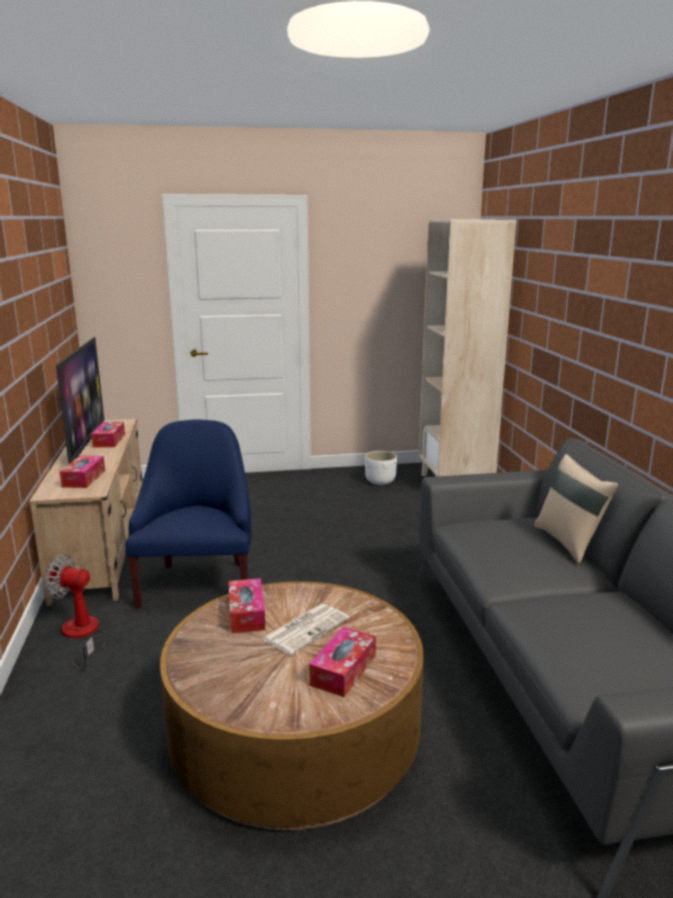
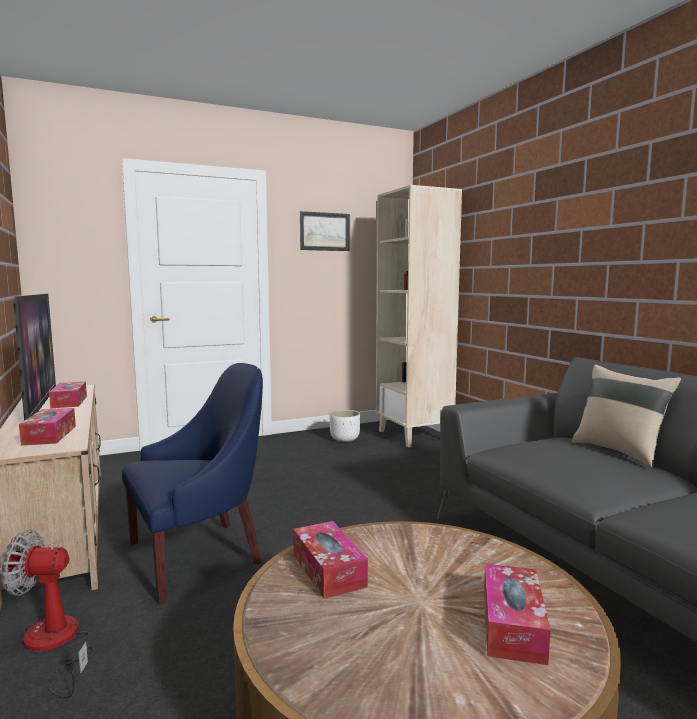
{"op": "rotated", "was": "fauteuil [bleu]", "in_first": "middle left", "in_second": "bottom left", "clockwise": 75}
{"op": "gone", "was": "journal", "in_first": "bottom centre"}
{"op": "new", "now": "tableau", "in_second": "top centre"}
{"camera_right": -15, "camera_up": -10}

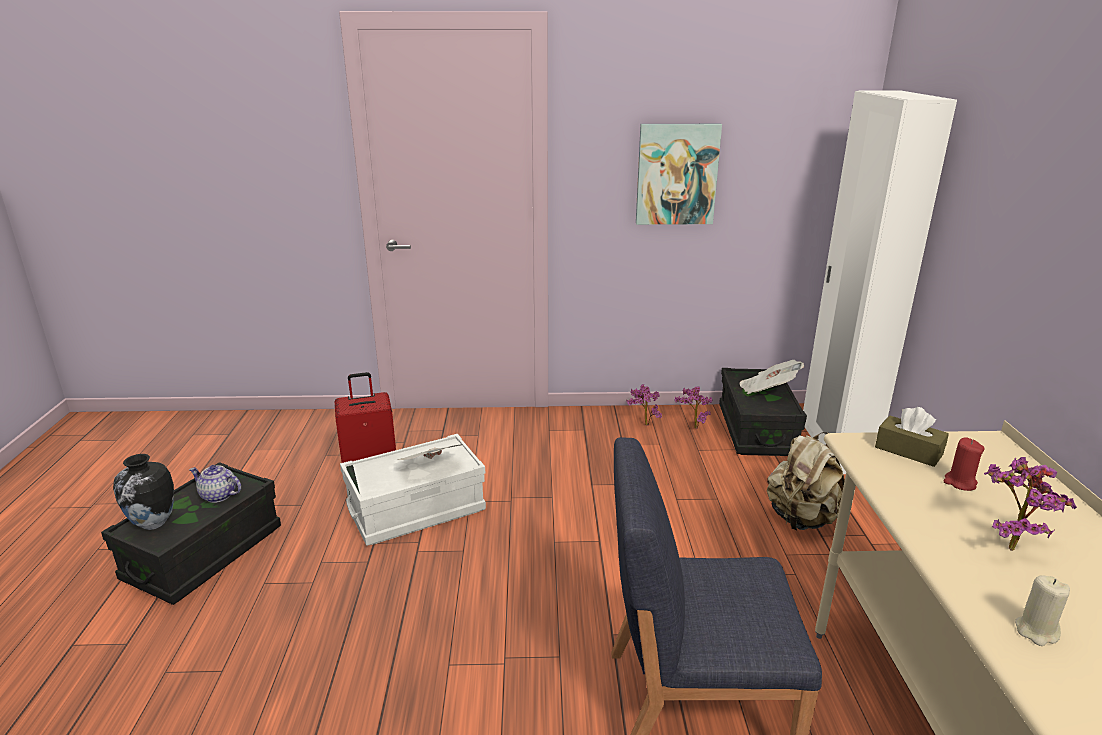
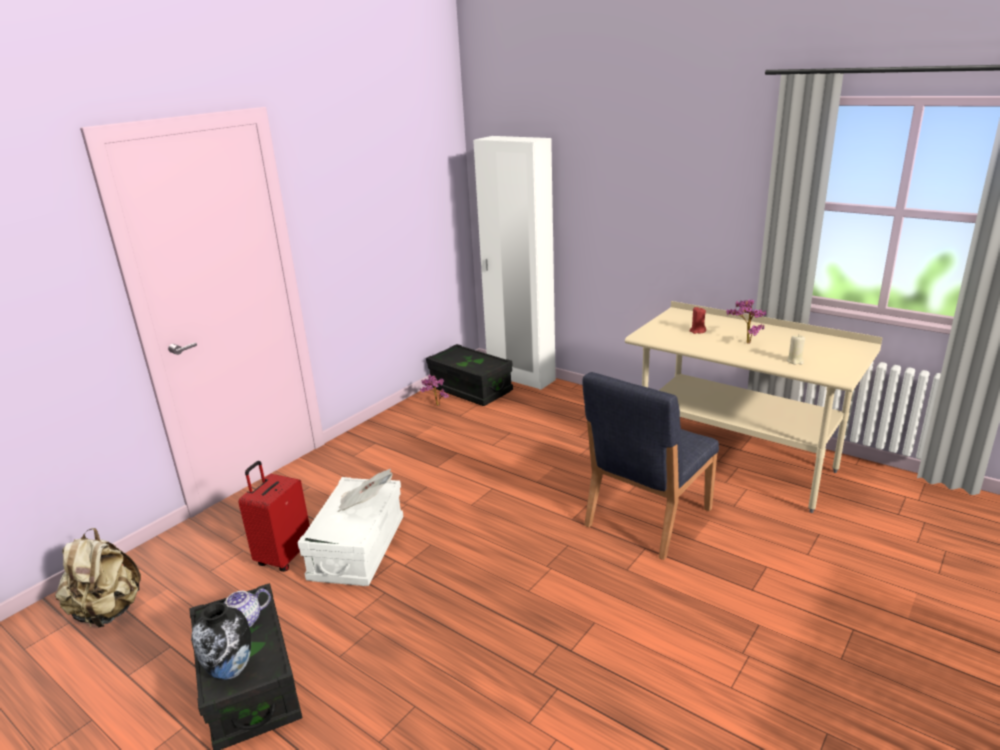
{"op": "gone", "was": "tableau", "in_first": "top centre"}
{"op": "gone", "was": "journal (no. 2 from left)", "in_first": "middle right"}
{"op": "gone", "was": "plante en pot (no. 1 from left)", "in_first": "centre"}
{"op": "gone", "was": "boîte à mouchoirs [marron]", "in_first": "middle right"}
{"op": "shifted", "was": "sac à dos [beige]", "in_first": "middle right", "in_second": "bottom left"}
{"camera_right": -50, "camera_up": 0}

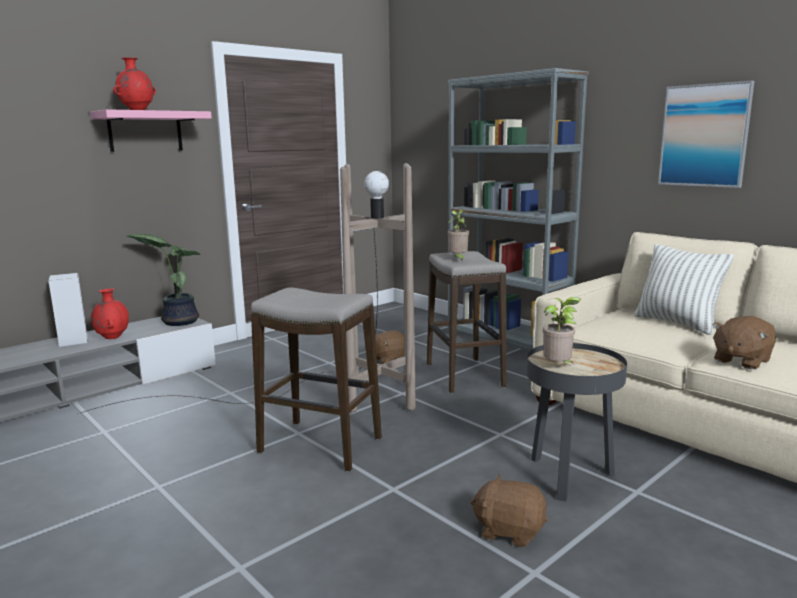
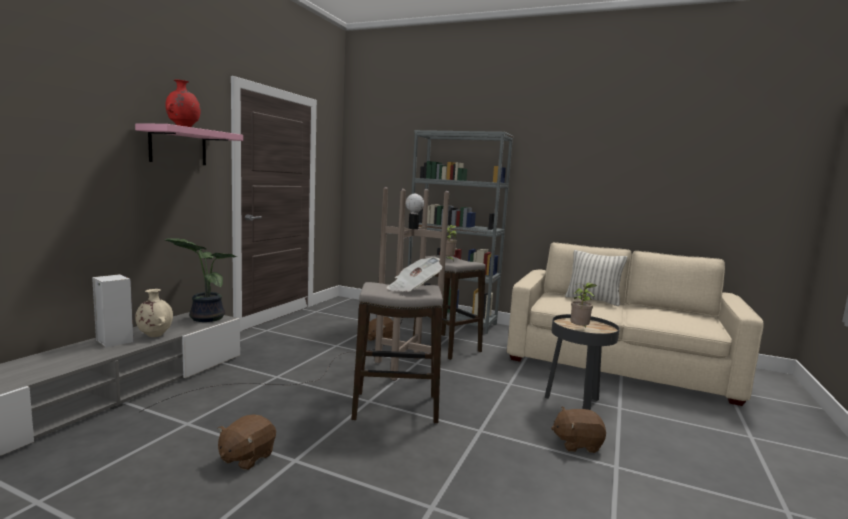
{"op": "gone", "was": "tableau", "in_first": "top right"}
{"op": "repainted", "was": "vase [rouge] (no. 1 from left)", "now": "vase [beige]", "in_first": "middle left", "in_second": "middle left"}
{"op": "shifted", "was": "peluche [marron] (no. 3 from left in the first image)", "now": "peluche [marron] (no. 1 from left)", "in_first": "middle right", "in_second": "bottom left"}
{"op": "new", "now": "journal", "in_second": "centre"}
{"camera_right": -25, "camera_up": -5}

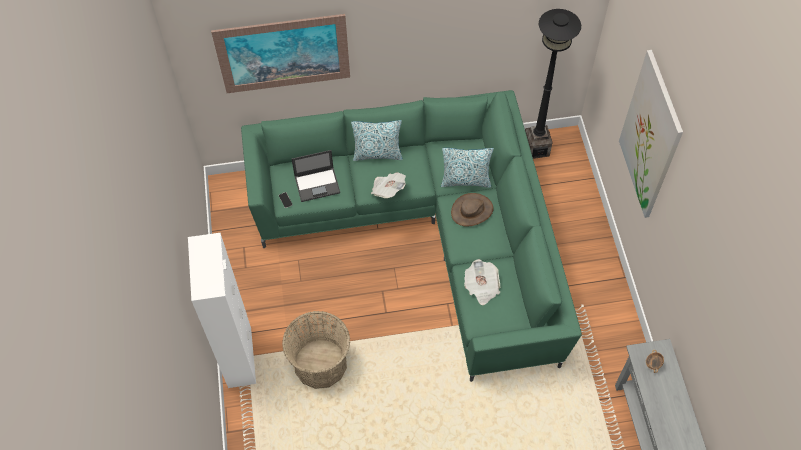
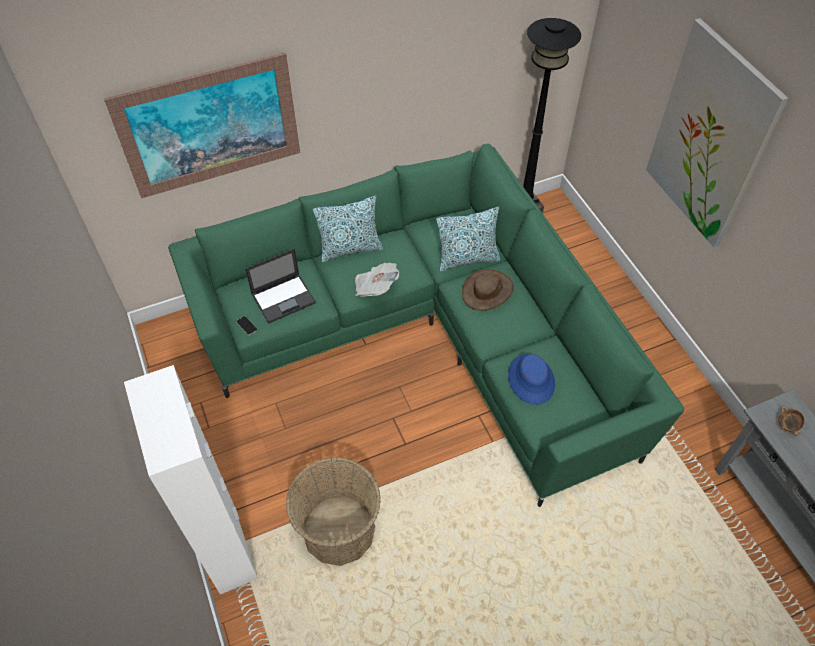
{"op": "swapped", "was": "journal (no. 2 from left)", "now": "chapeau [bleu]", "in_first": "centre", "in_second": "centre"}
{"camera_right": -15, "camera_up": -5}

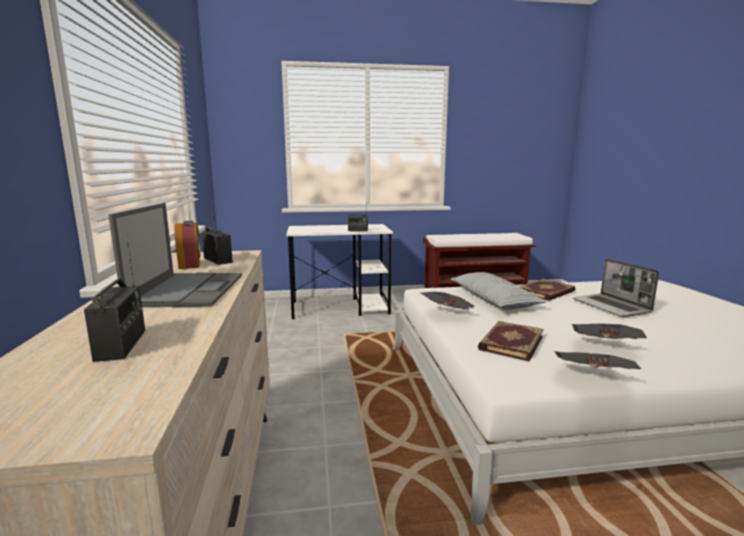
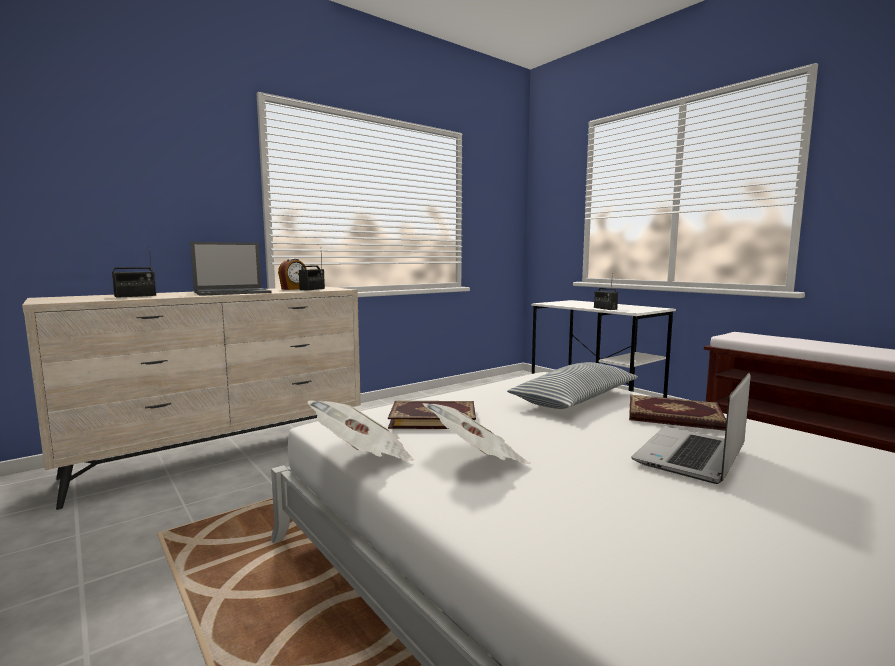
{"op": "gone", "was": "journal (no. 1 from left)", "in_first": "centre"}
{"camera_right": 60, "camera_up": -5}

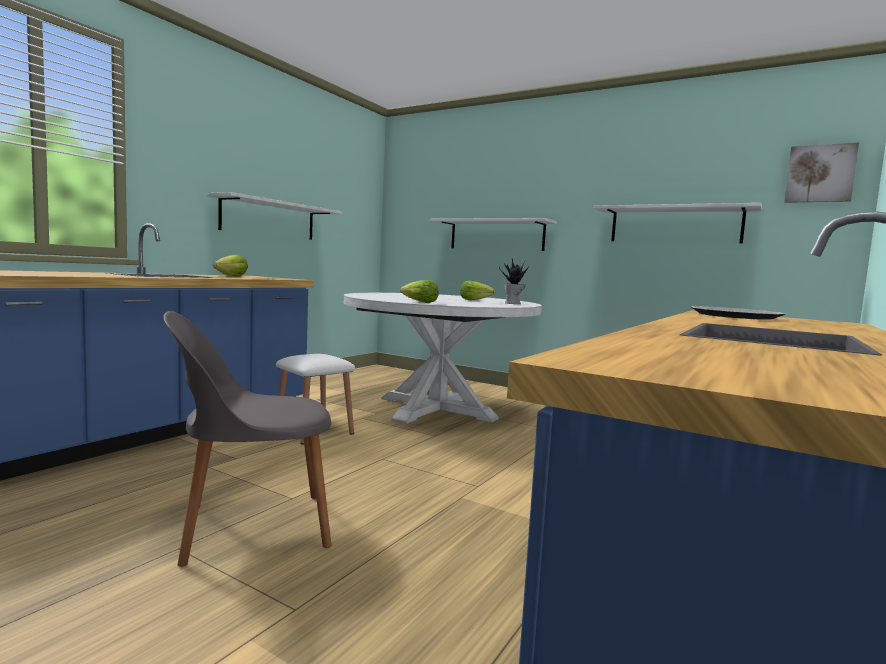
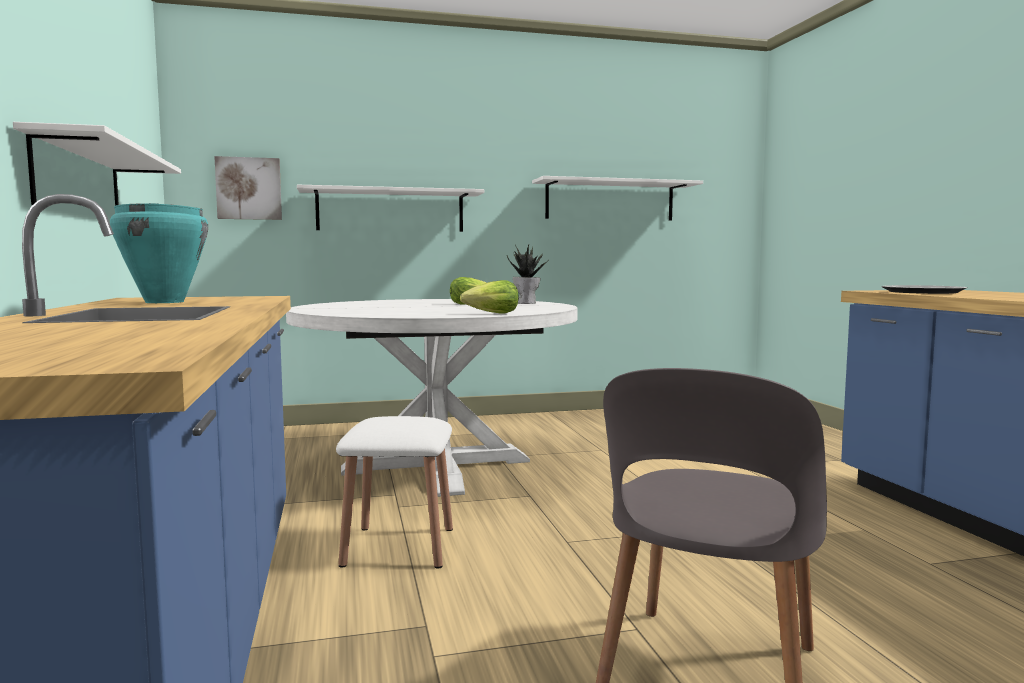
{"op": "shifted", "was": "tableau", "in_first": "top right", "in_second": "top left"}
{"op": "swapped", "was": "laitue (no. 1 from left)", "now": "marmite [turquoise]", "in_first": "middle left", "in_second": "middle left"}
{"camera_right": -45, "camera_up": 0}

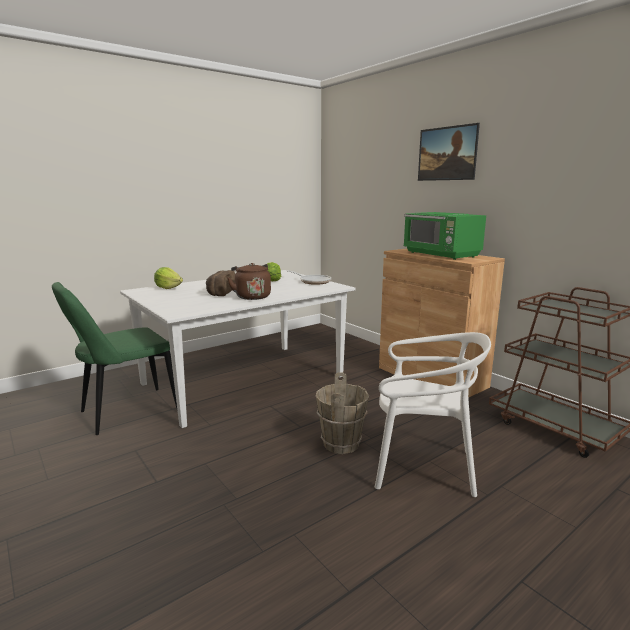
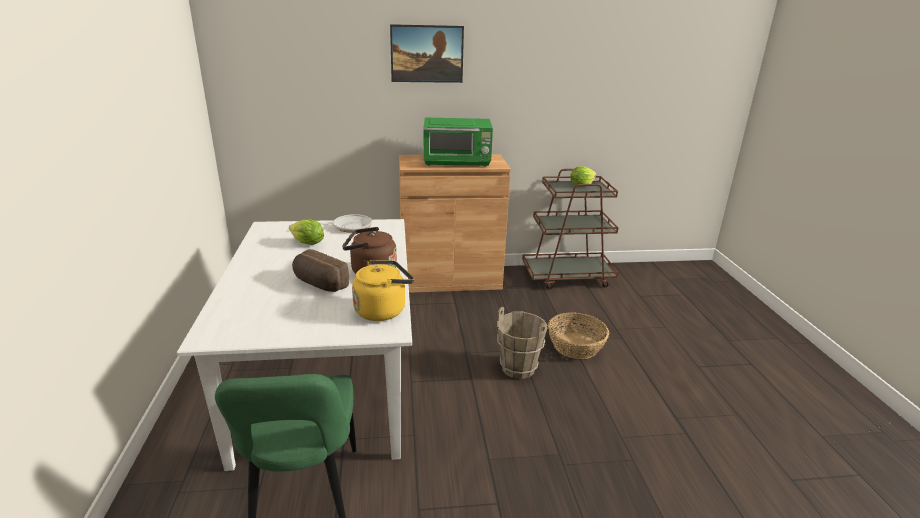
{"op": "shifted", "was": "laitue (no. 1 from left in the first image)", "now": "laitue (no. 2 from left)", "in_first": "middle left", "in_second": "centre"}
{"op": "swapped", "was": "chaise [blanc]", "now": "panier", "in_first": "middle right", "in_second": "centre"}
{"op": "new", "now": "bouilloire [jaune]", "in_second": "centre"}
{"camera_right": -60, "camera_up": 10}

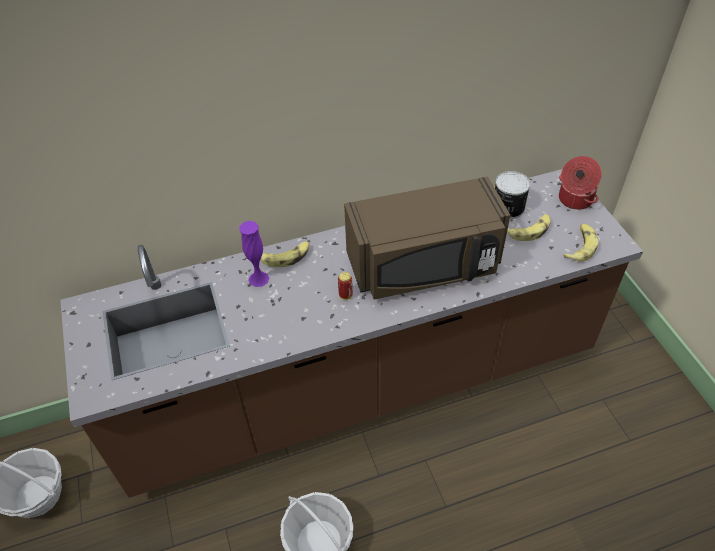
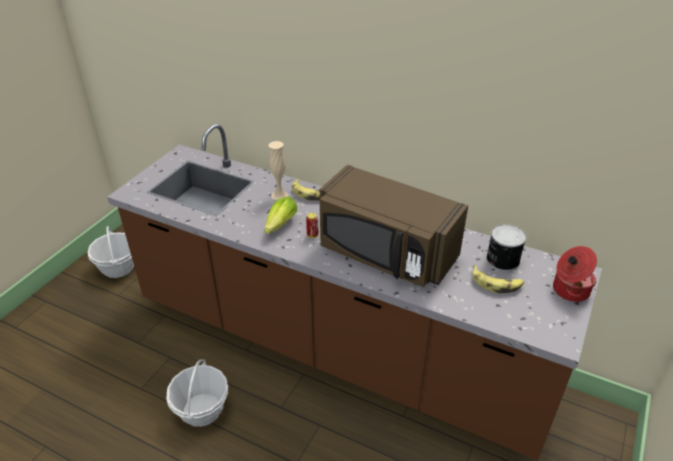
{"op": "repainted", "was": "vase [violet]", "now": "vase [beige]", "in_first": "centre", "in_second": "centre"}
{"op": "gone", "was": "banane (no. 3 from left)", "in_first": "middle right"}
{"op": "new", "now": "laitue", "in_second": "centre"}
{"camera_right": 45, "camera_up": -10}

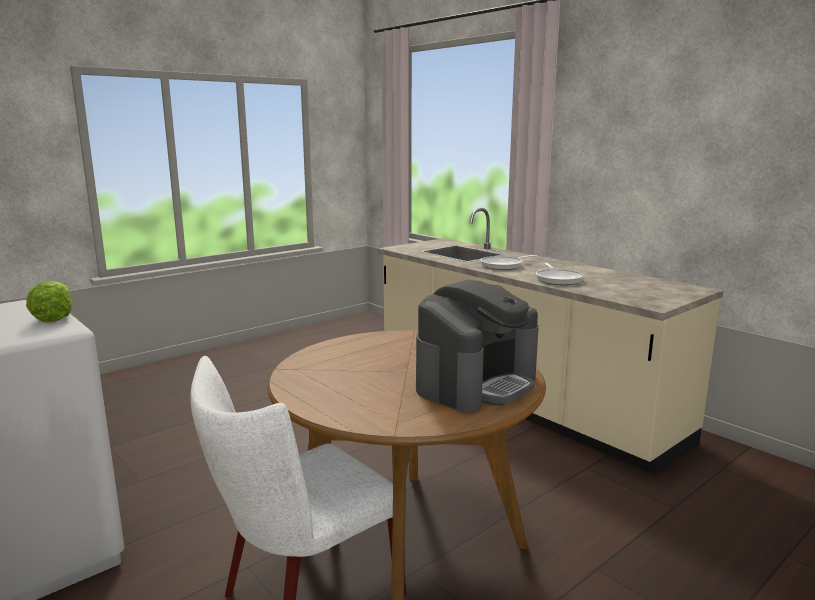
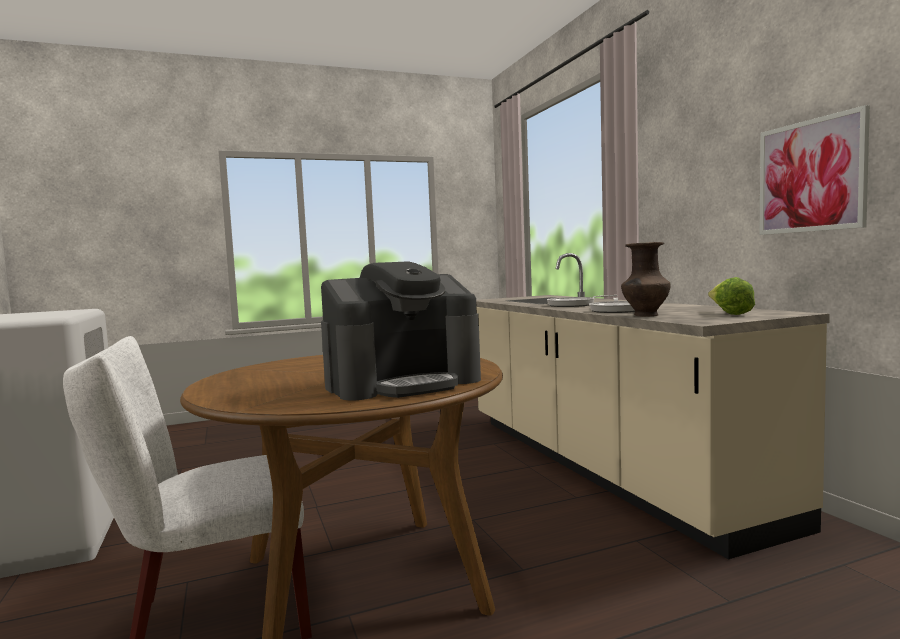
{"op": "shifted", "was": "laitue", "in_first": "middle left", "in_second": "middle right"}
{"op": "new", "now": "tableau", "in_second": "top right"}
{"op": "new", "now": "vase [marron]", "in_second": "middle right"}
{"camera_right": 20, "camera_up": -10}

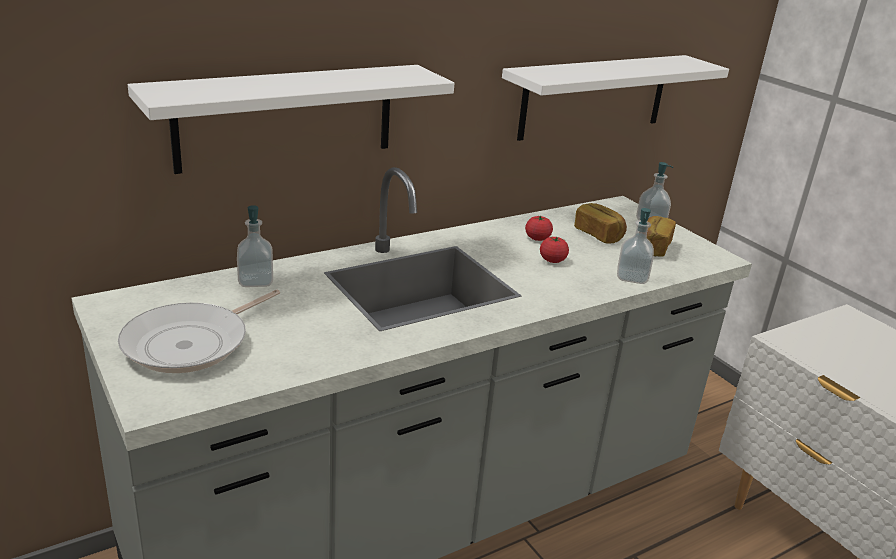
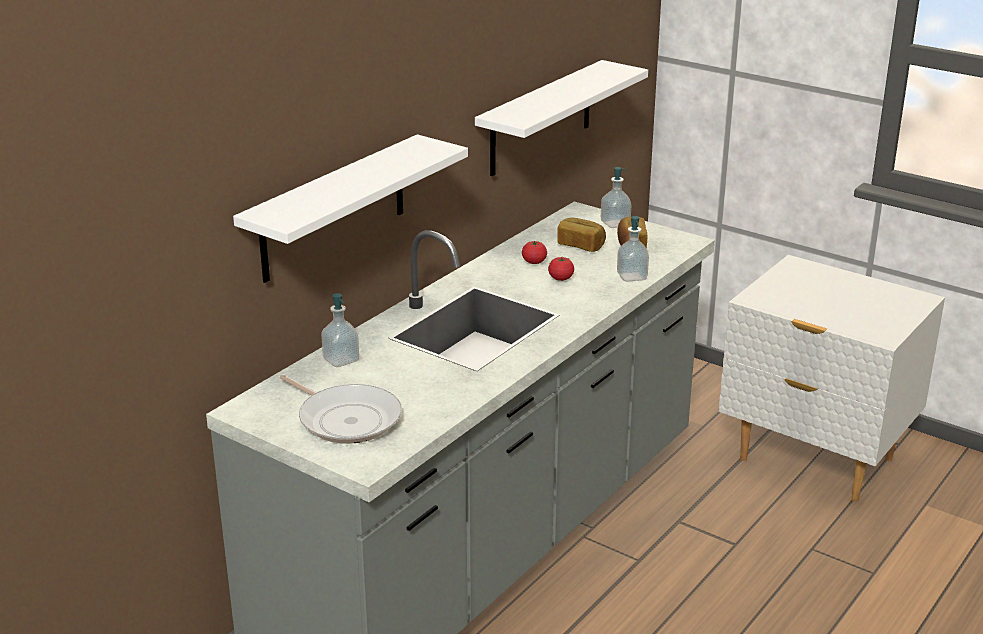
{"op": "rotated", "was": "poêle", "in_first": "middle left", "in_second": "centre", "clockwise": -60}
{"camera_right": -20, "camera_up": 0}

